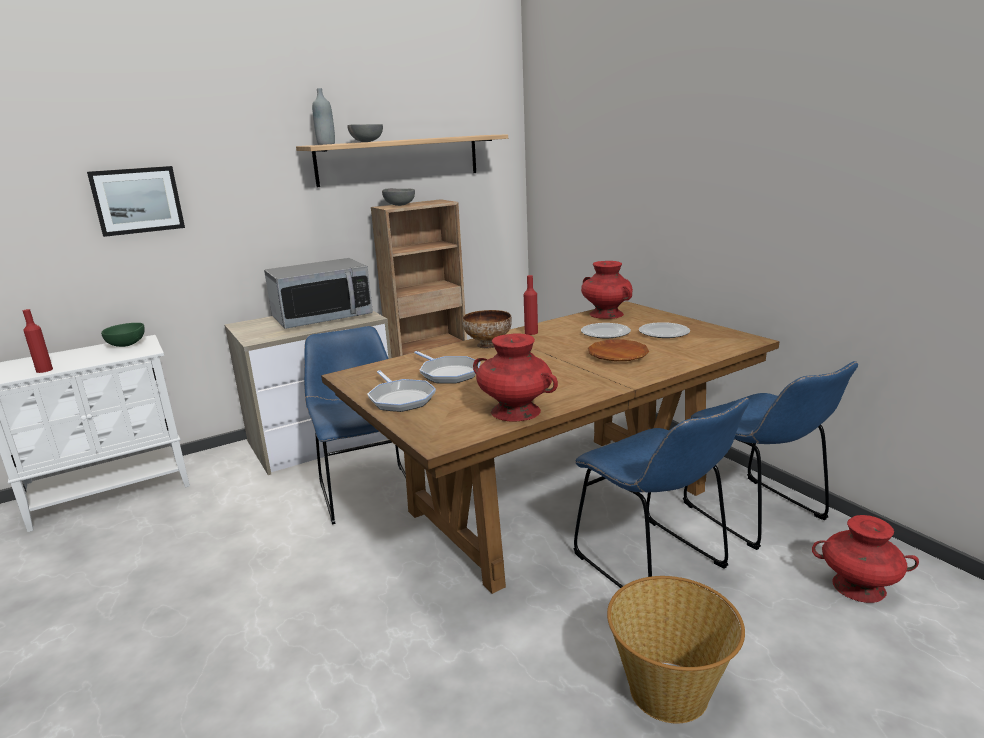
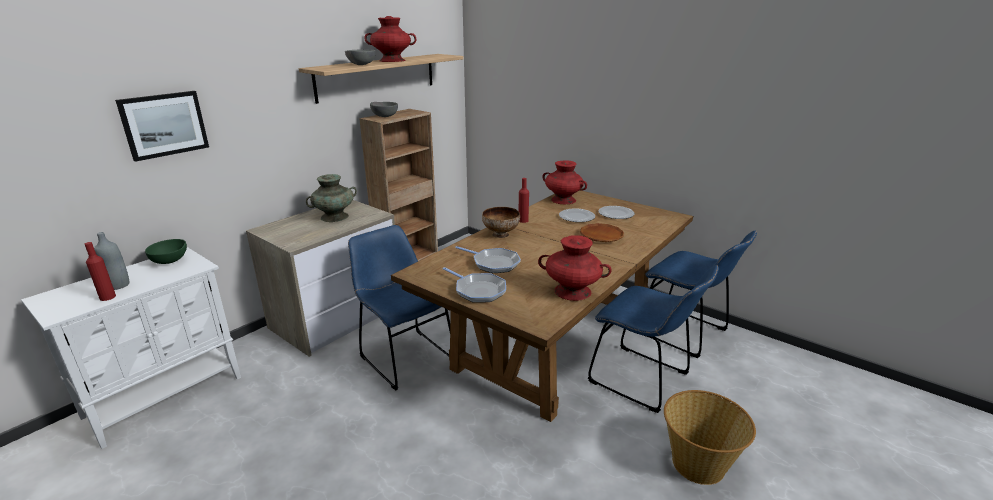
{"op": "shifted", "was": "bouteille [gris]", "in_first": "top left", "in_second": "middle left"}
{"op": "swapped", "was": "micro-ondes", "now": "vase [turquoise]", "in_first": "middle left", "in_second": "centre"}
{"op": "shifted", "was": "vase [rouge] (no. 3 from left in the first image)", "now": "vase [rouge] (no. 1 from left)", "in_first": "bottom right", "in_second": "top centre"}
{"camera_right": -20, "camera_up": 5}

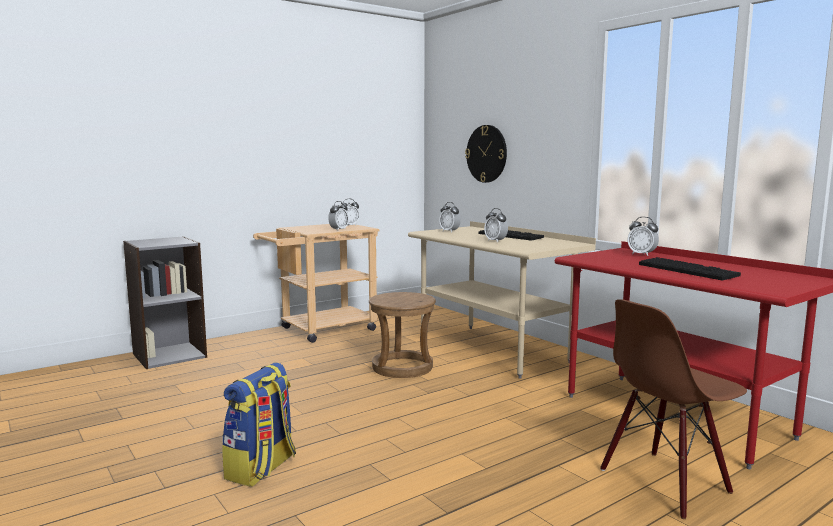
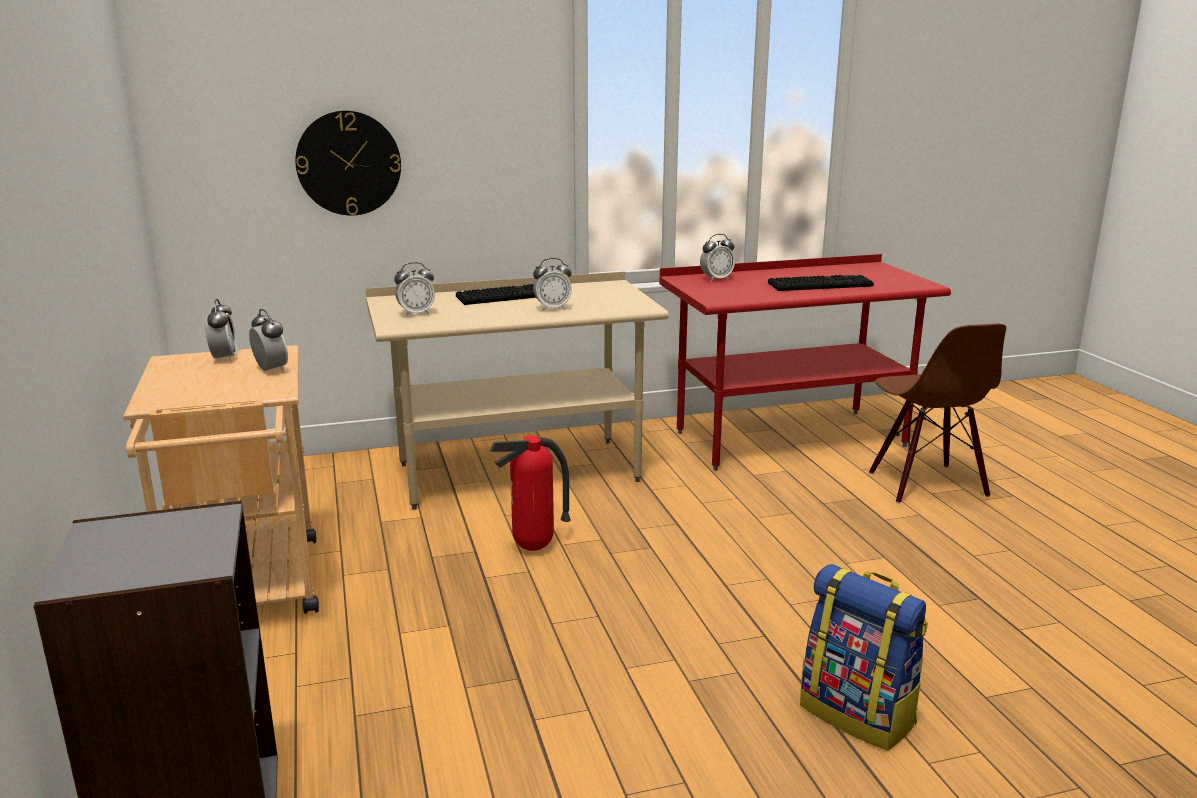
{"op": "swapped", "was": "tabouret [marron]", "now": "extincteur", "in_first": "centre", "in_second": "centre"}
{"camera_right": -70, "camera_up": 10}

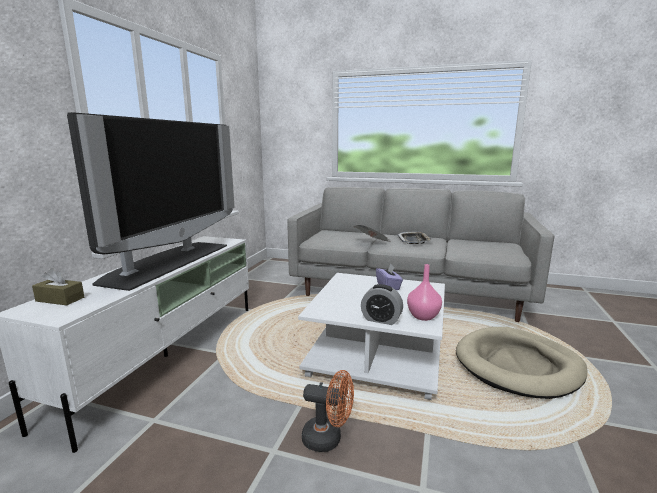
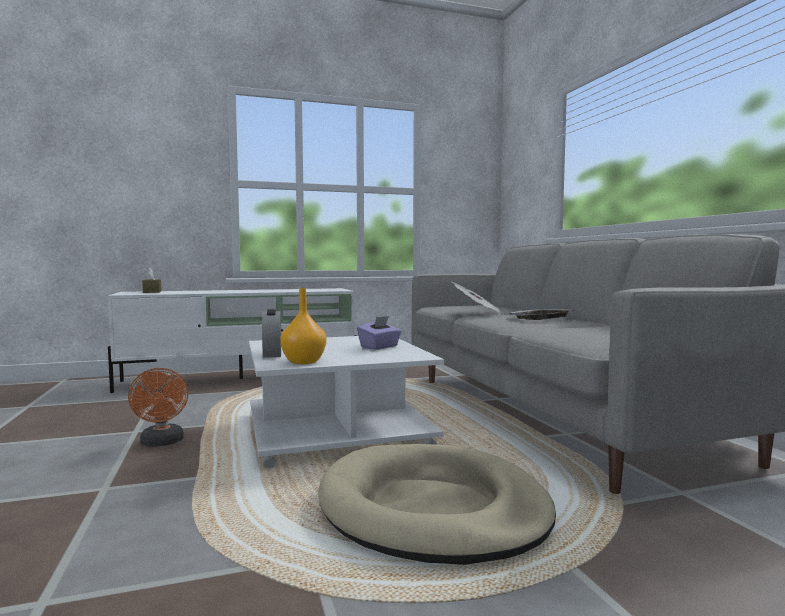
{"op": "gone", "was": "téléviseur", "in_first": "middle left"}
{"op": "repainted", "was": "vase [rose]", "now": "vase [orange]", "in_first": "centre", "in_second": "centre"}
{"camera_right": 55, "camera_up": -10}

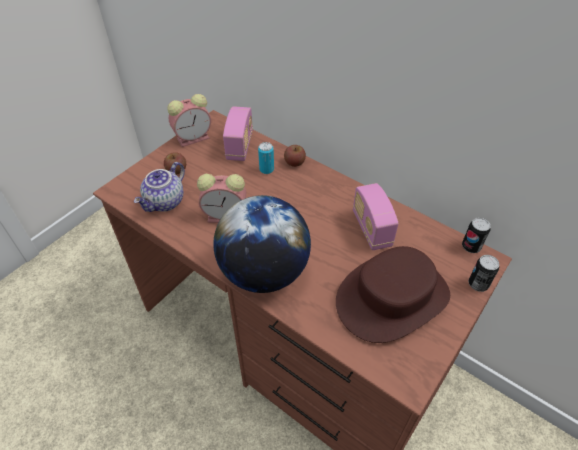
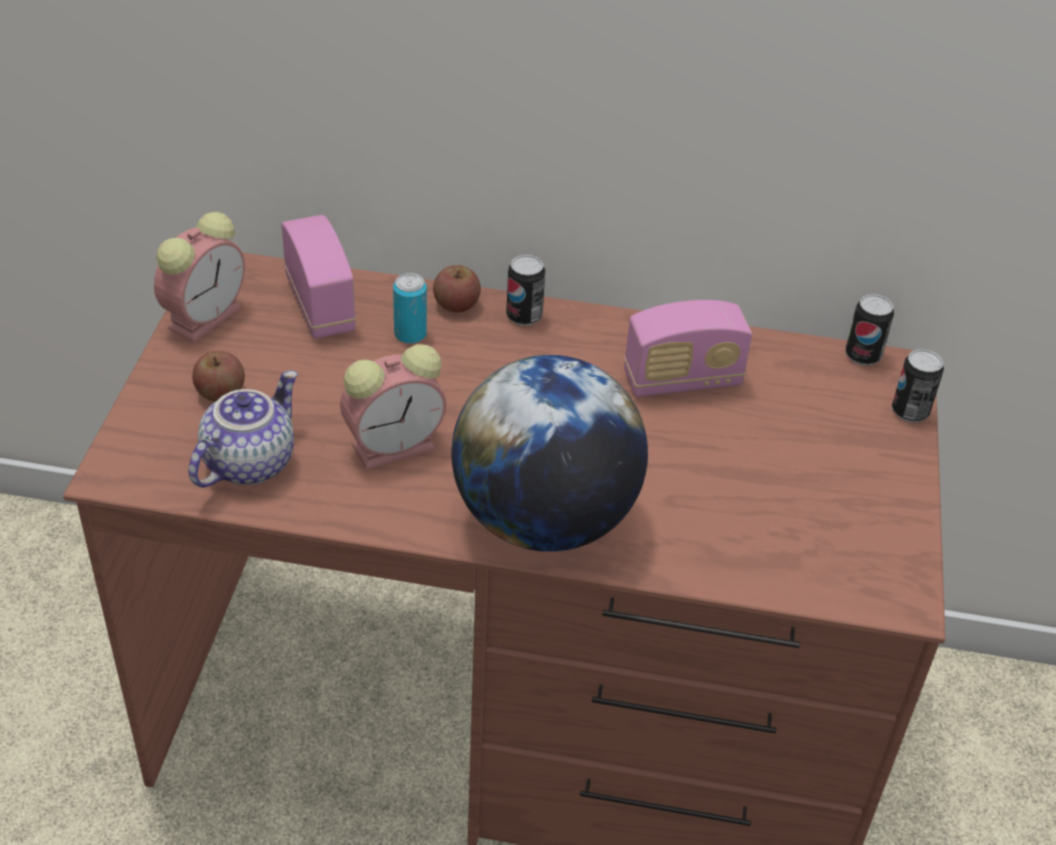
{"op": "rotated", "was": "théière", "in_first": "middle left", "in_second": "middle left", "clockwise": -150}
{"op": "rotated", "was": "radio (no. 2 from left)", "in_first": "centre", "in_second": "centre", "clockwise": -60}
{"op": "gone", "was": "chapeau [marron]", "in_first": "middle right"}
{"op": "new", "now": "boîte métallique (no. 2 from left)", "in_second": "centre"}
{"camera_right": -30, "camera_up": -5}

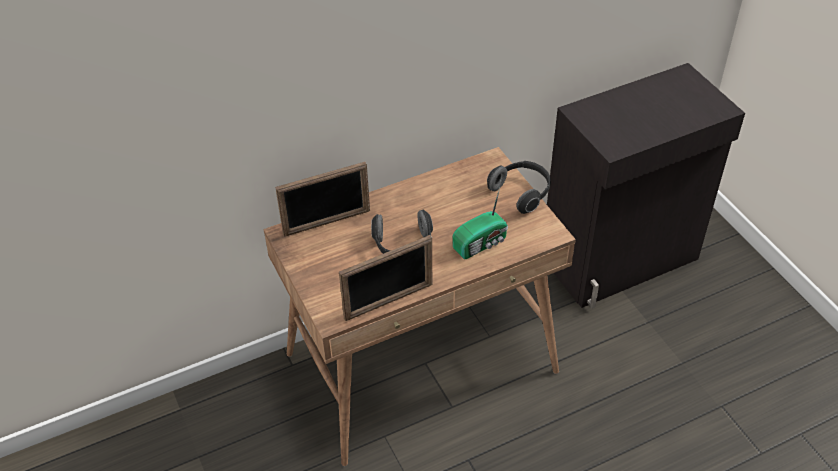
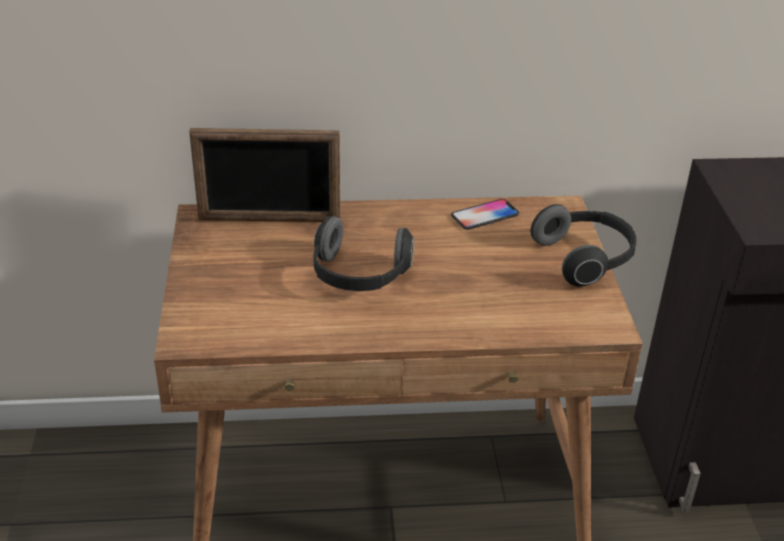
{"op": "gone", "was": "radio", "in_first": "centre"}
{"op": "gone", "was": "cadre photo (no. 2 from left)", "in_first": "centre"}
{"op": "new", "now": "téléphone", "in_second": "centre"}
{"camera_right": 20, "camera_up": -10}

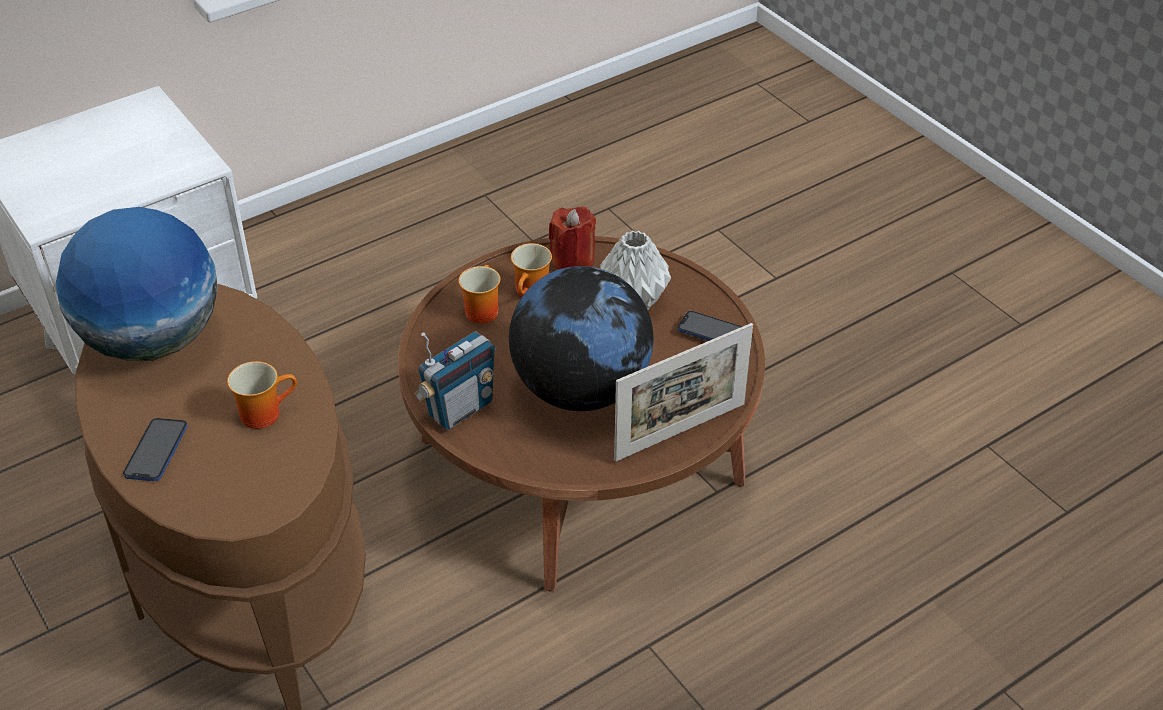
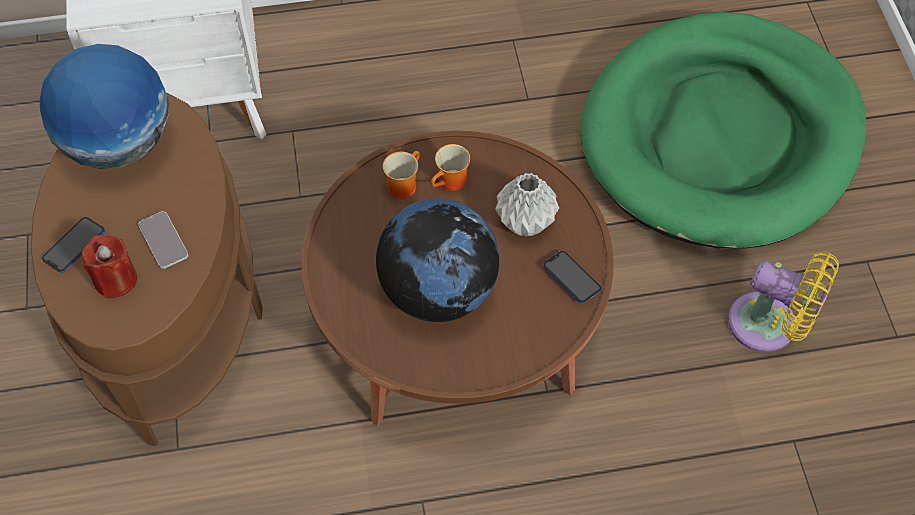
{"op": "shifted", "was": "bougie [rouge]", "in_first": "centre", "in_second": "middle left"}
{"op": "gone", "was": "cadre photo", "in_first": "centre"}
{"op": "gone", "was": "radio", "in_first": "centre"}
{"op": "swapped", "was": "mug (no. 1 from left)", "now": "téléphone (no. 2 from left)", "in_first": "middle left", "in_second": "middle left"}
{"op": "new", "now": "panier pour chien [vert]", "in_second": "top right"}
{"op": "new", "now": "ventilateur [jaune]", "in_second": "middle right"}
{"camera_right": 25, "camera_up": 15}

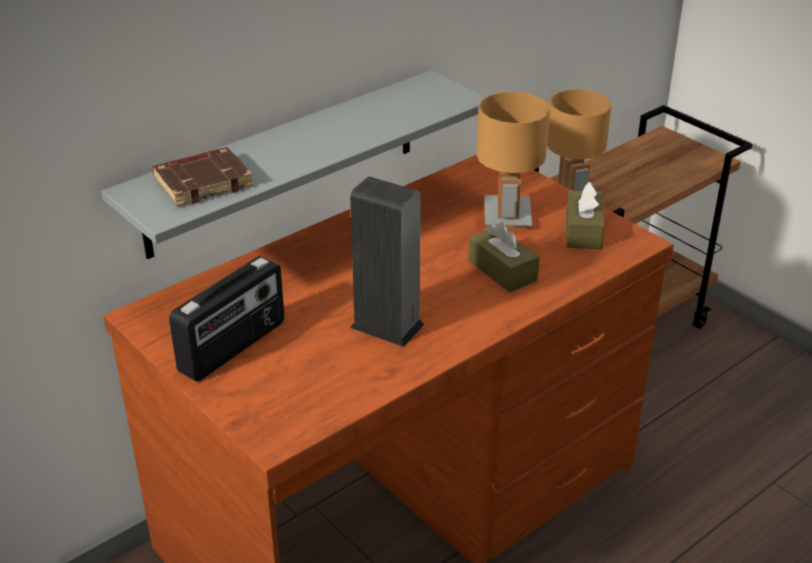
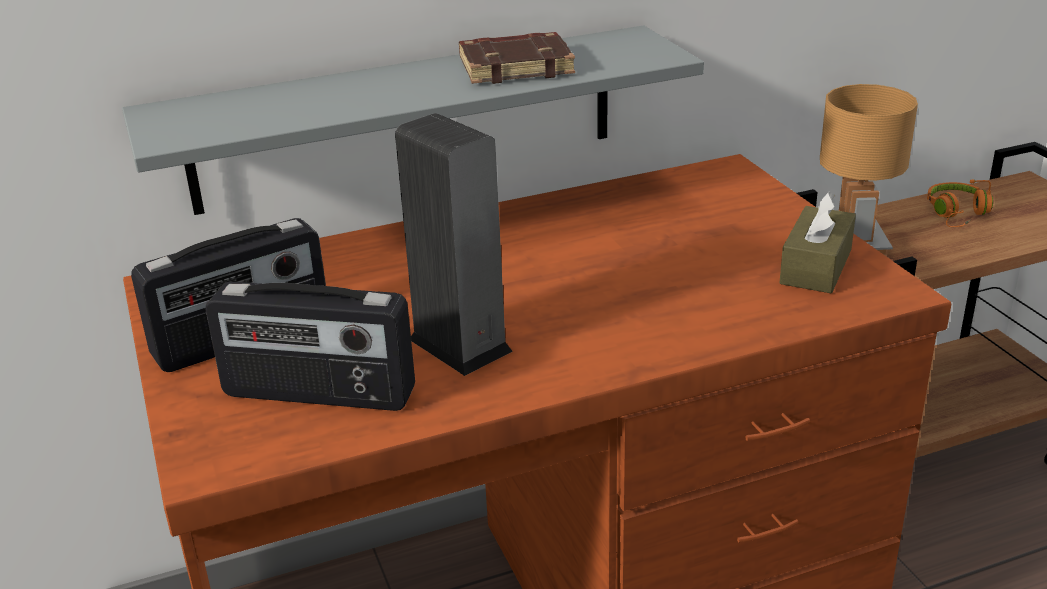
{"op": "gone", "was": "lampe de table [marron] (no. 1 from left)", "in_first": "top centre"}
{"op": "shifted", "was": "livre [marron]", "in_first": "top left", "in_second": "top centre"}
{"op": "gone", "was": "boîte à mouchoirs [marron] (no. 1 from left)", "in_first": "centre"}
{"op": "new", "now": "casque audio [orange]", "in_second": "middle right"}
{"op": "new", "now": "radio (no. 2 from left)", "in_second": "middle left"}
{"camera_right": 20, "camera_up": -5}

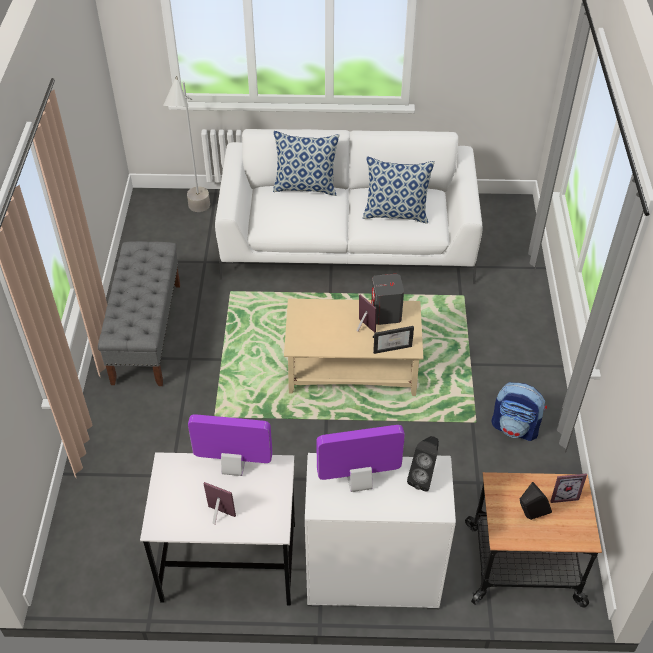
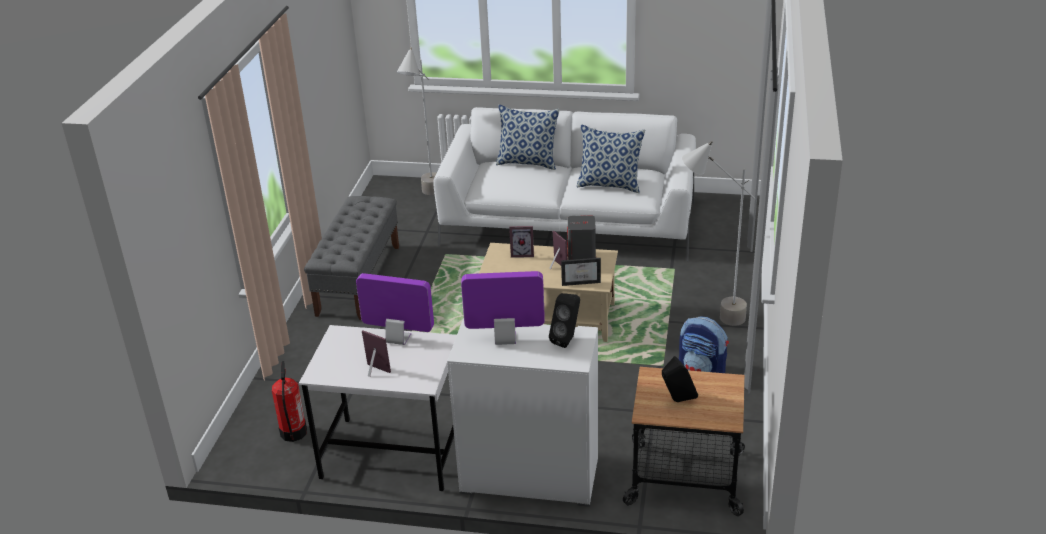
{"op": "shifted", "was": "cadre photo (no. 4 from left in the first image)", "now": "cadre photo (no. 2 from left)", "in_first": "bottom right", "in_second": "centre"}
{"op": "new", "now": "lampadaire [gris] (no. 2 from left)", "in_second": "middle right"}
{"op": "new", "now": "extincteur", "in_second": "bottom left"}
{"camera_right": 10, "camera_up": -15}

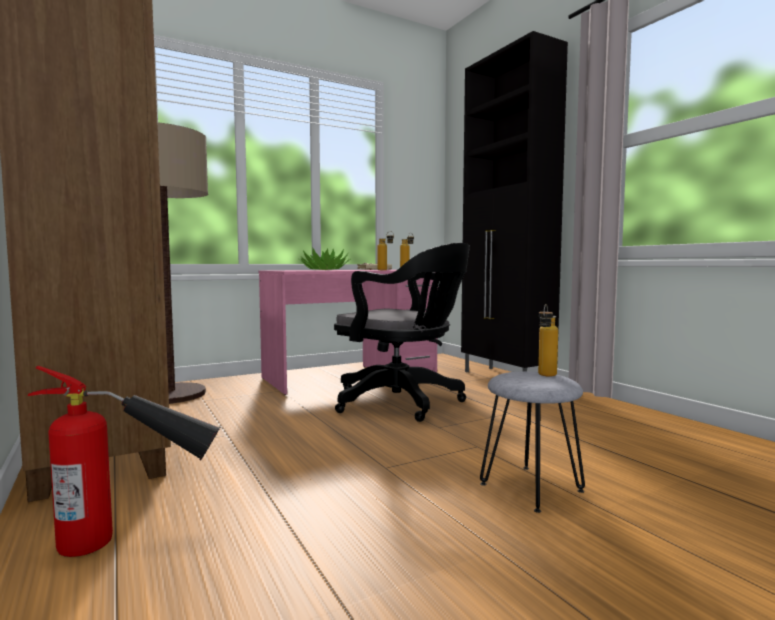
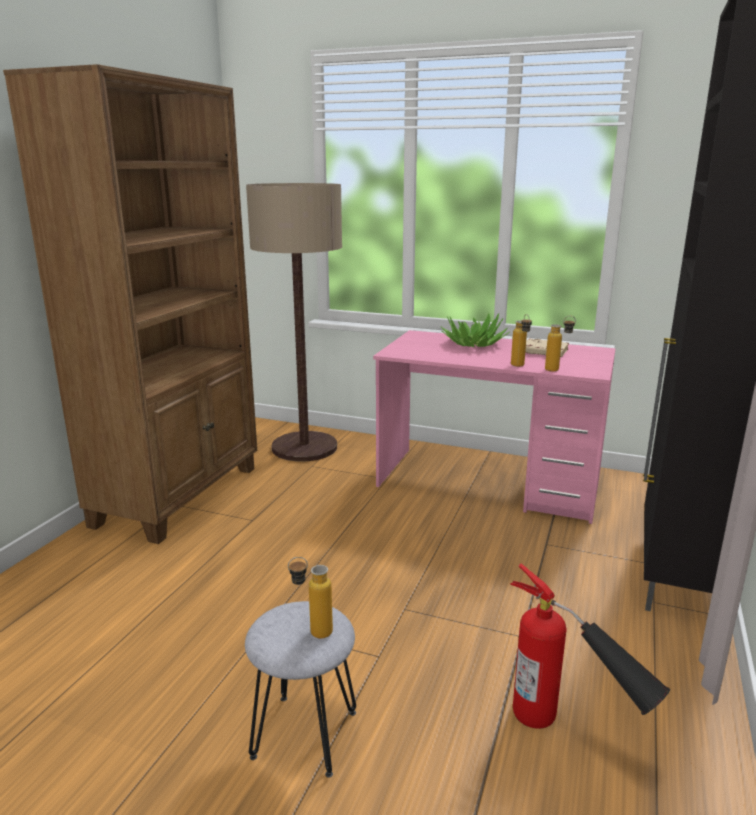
{"op": "gone", "was": "chaise de bureau [noir]", "in_first": "centre"}
{"op": "shifted", "was": "extincteur", "in_first": "bottom left", "in_second": "bottom right"}
{"camera_right": 50, "camera_up": 15}

